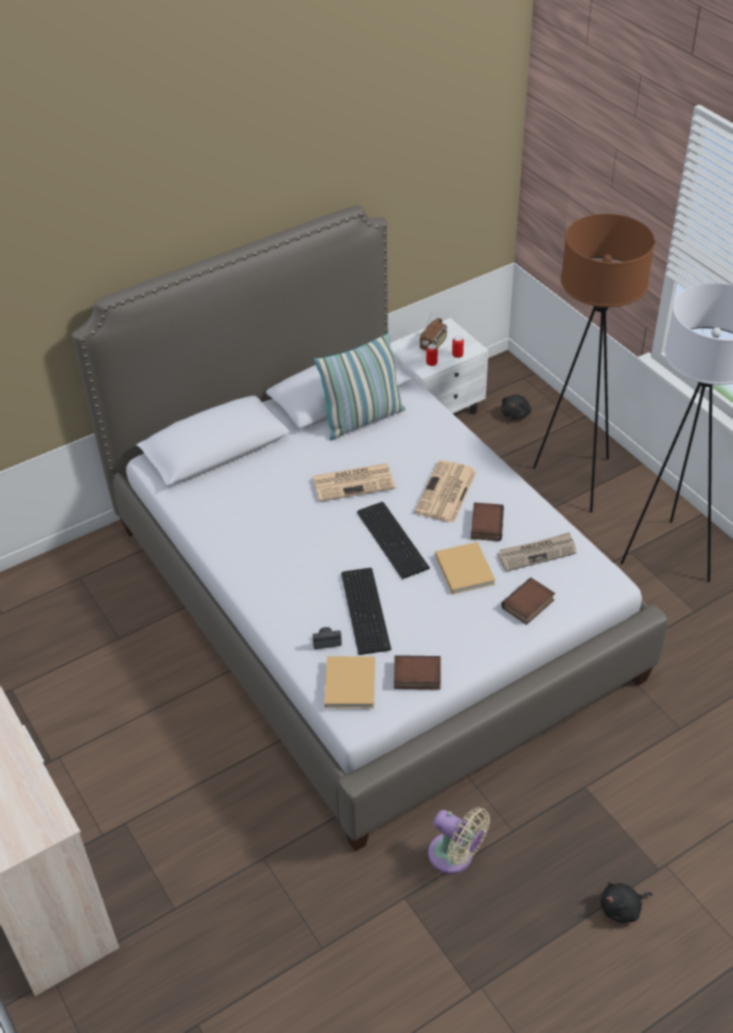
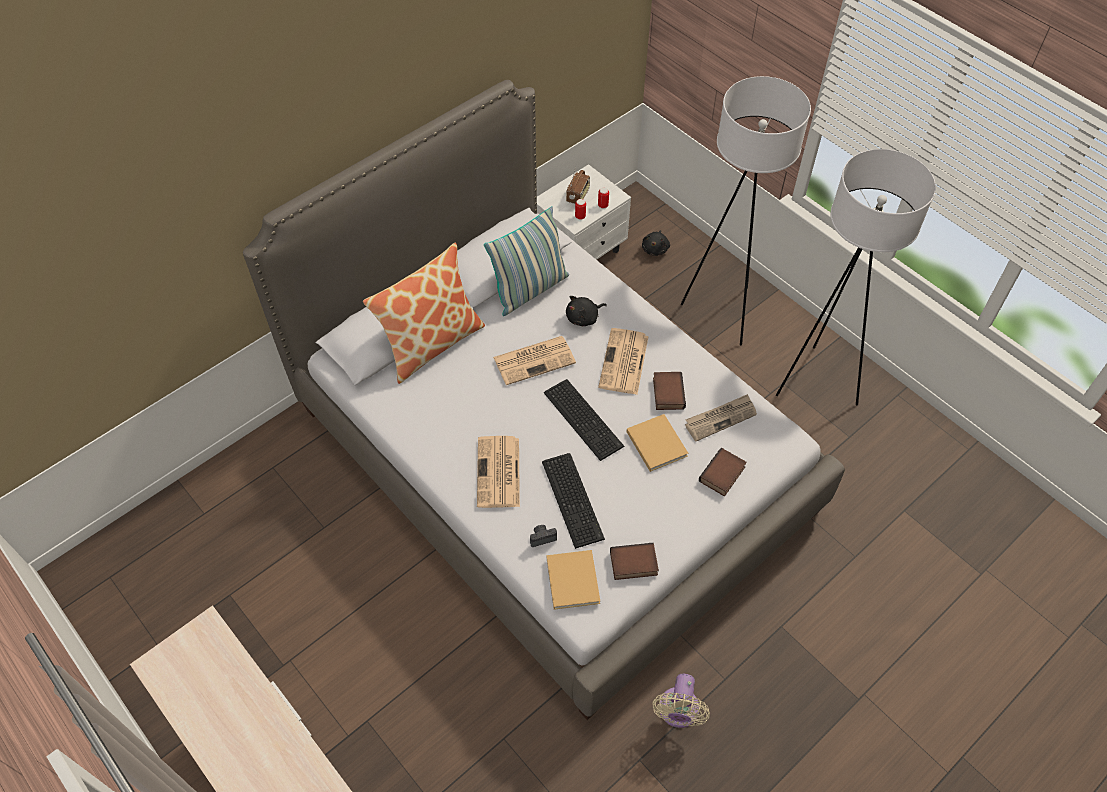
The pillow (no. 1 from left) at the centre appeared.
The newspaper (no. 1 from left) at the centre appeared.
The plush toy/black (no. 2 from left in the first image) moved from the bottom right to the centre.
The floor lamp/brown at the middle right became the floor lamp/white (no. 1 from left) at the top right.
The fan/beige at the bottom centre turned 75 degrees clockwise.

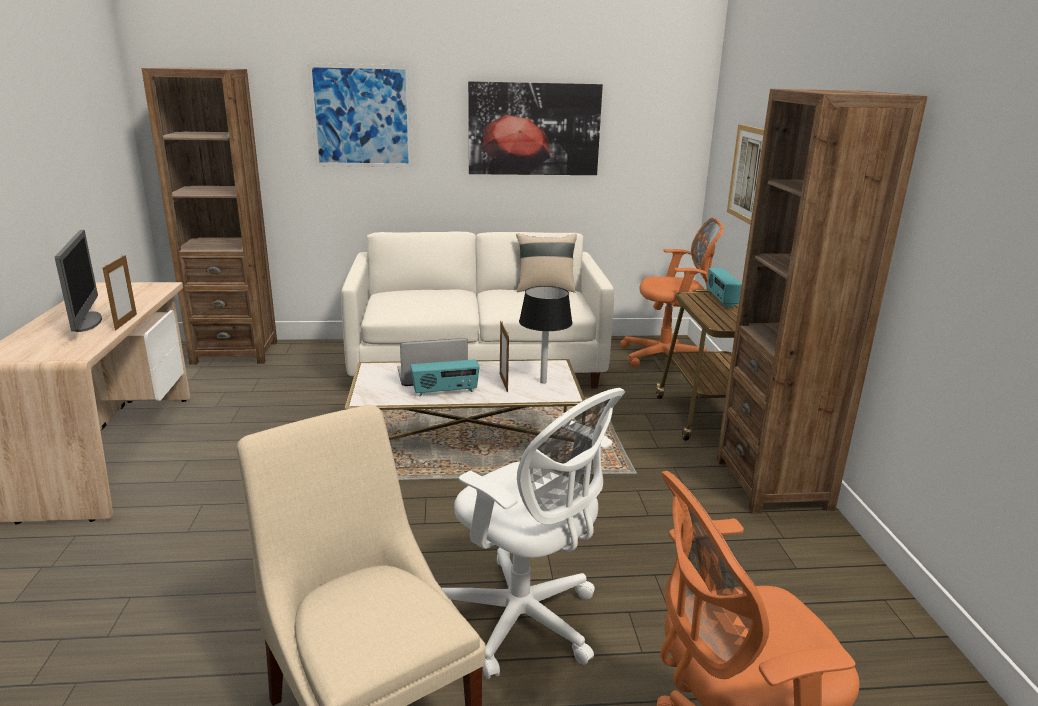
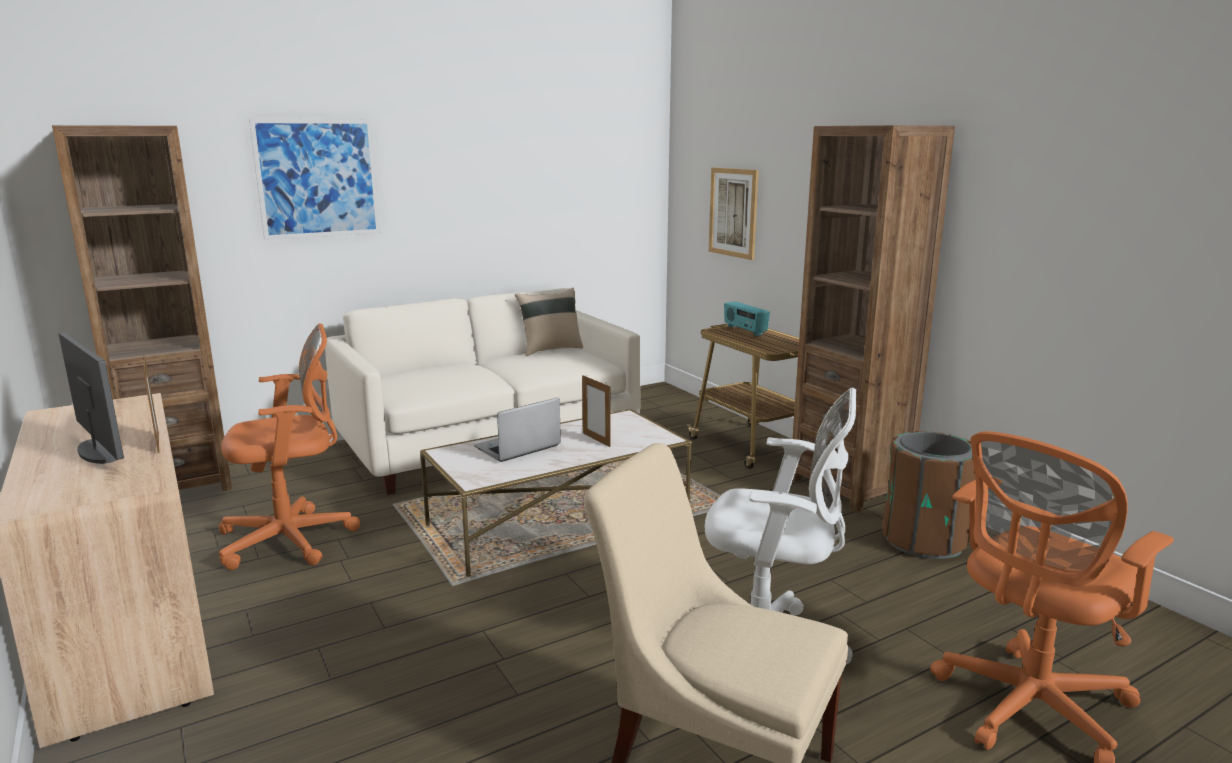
The radio (no. 1 from left) at the centre disappeared.
The picture (no. 2 from left) at the top centre disappeared.
The table lamp/black at the centre disappeared.
The trash can/brown at the middle right appeared.
The office chair/orange (no. 1 from left) moved from the centre to the middle left.

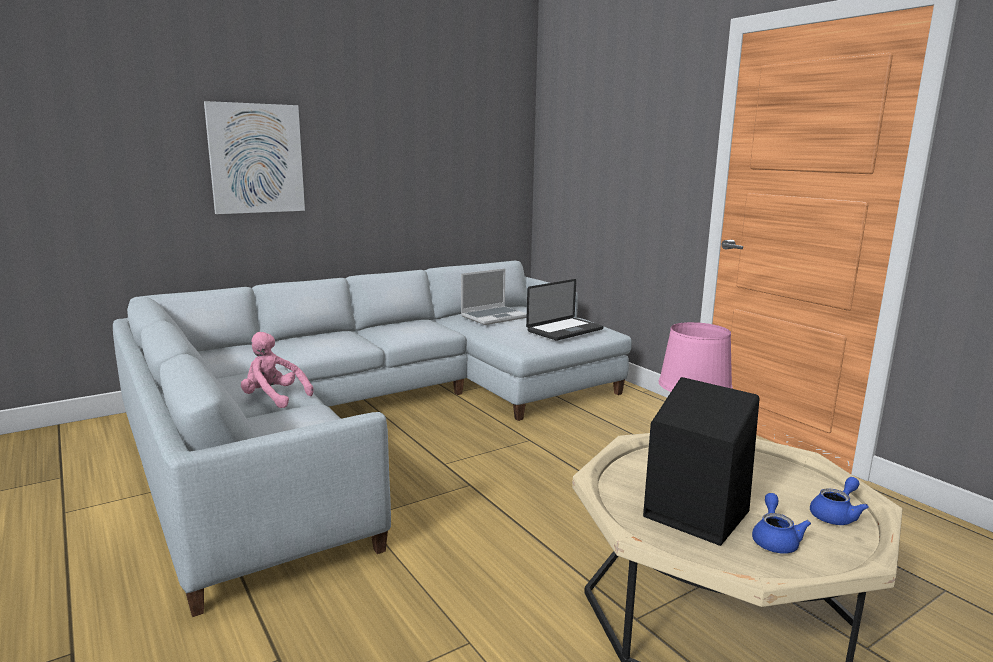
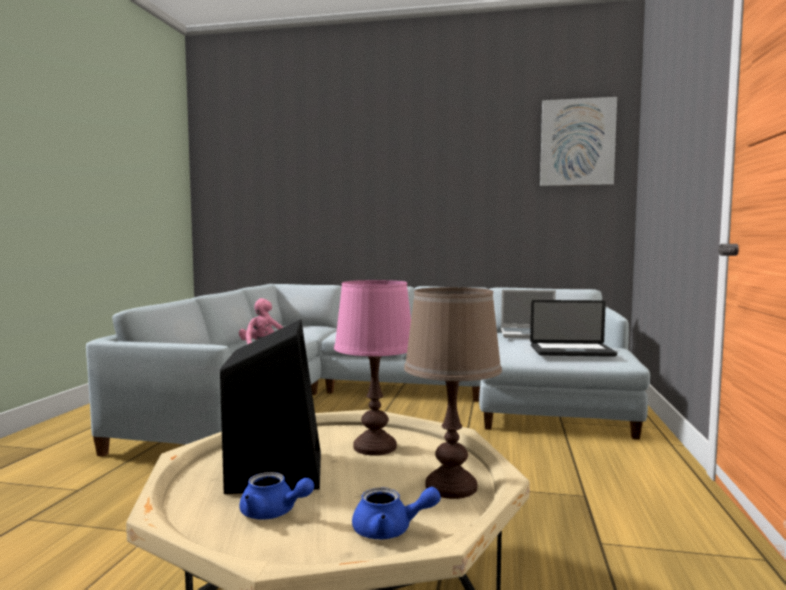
The table lamp/brown at the centre appeared.
The picture moved from the top left to the top right.
The teapot/blue (no. 1 from left) at the bottom right turned 60 degrees clockwise.

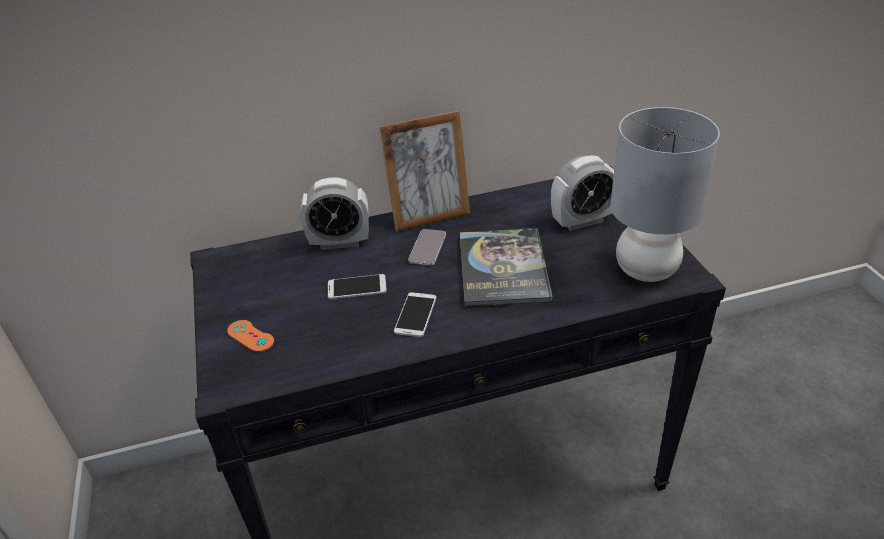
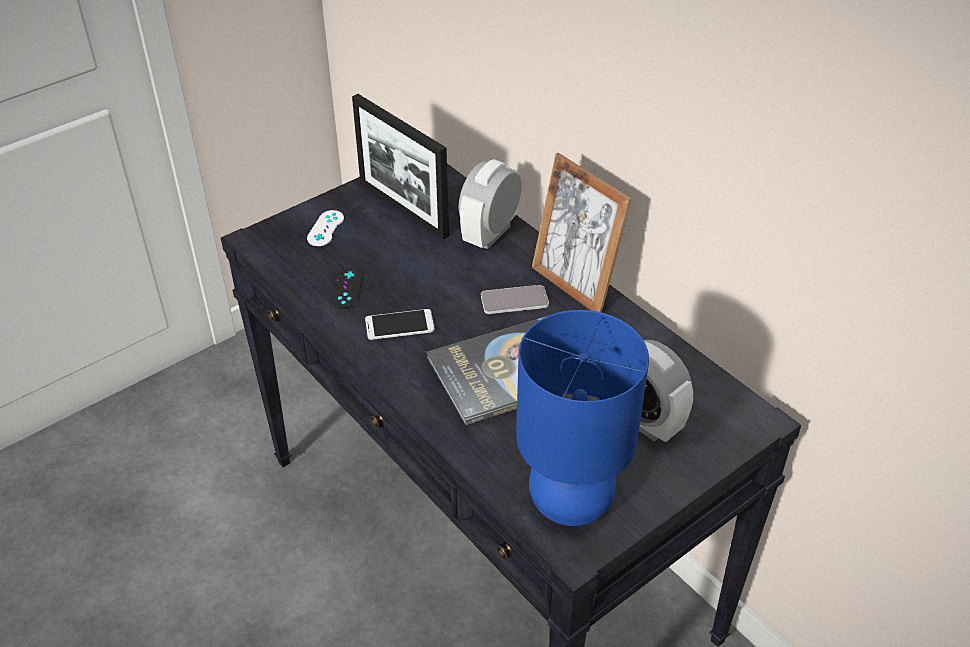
The phone (no. 1 from left) at the centre disappeared.
The game controller/black at the centre appeared.
The picture frame (no. 1 from left) at the top centre appeared.
The game controller/orange at the middle left became the game controller/white at the centre.
The table lamp/grey at the middle right became the table lamp/blue at the centre.
The alarm clock (no. 1 from left) at the centre turned 60 degrees clockwise.

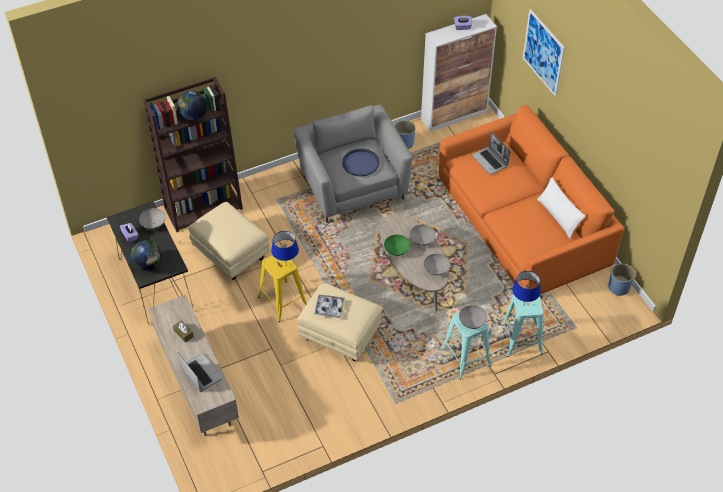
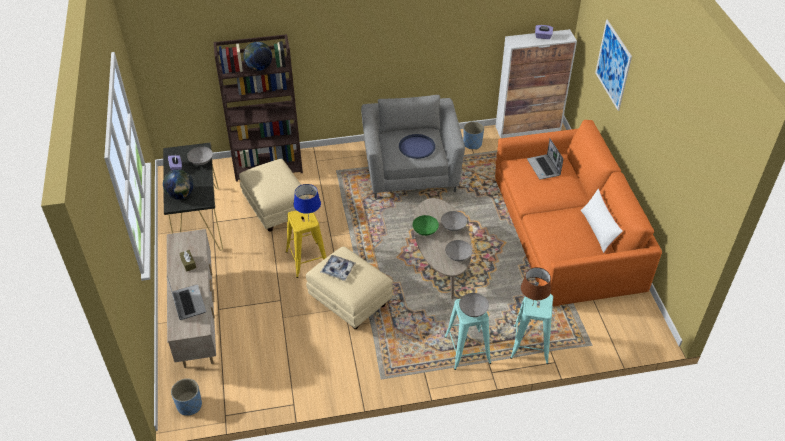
The planter/blue (no. 2 from left in the first image) moved from the middle right to the bottom left.
The table lamp/blue (no. 2 from left) at the middle right became the table lamp/brown at the middle right.

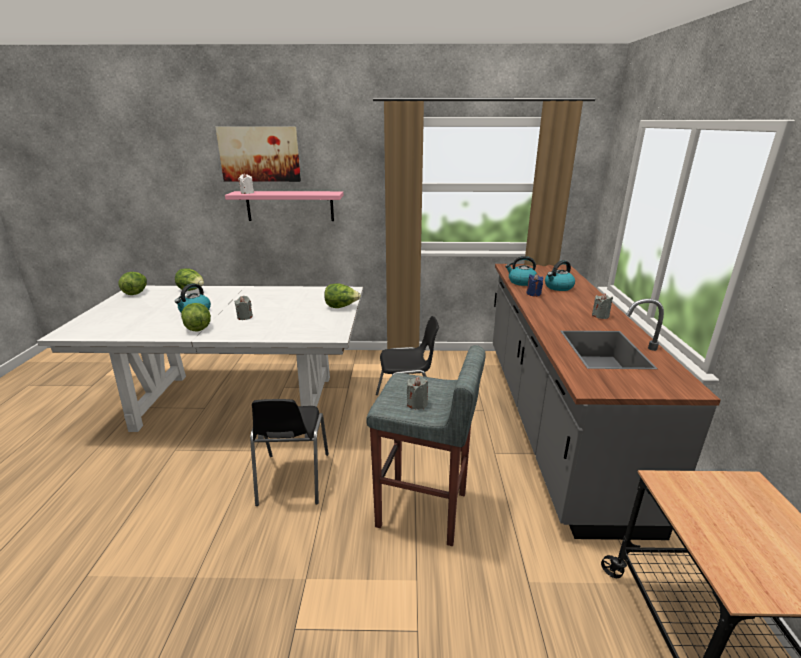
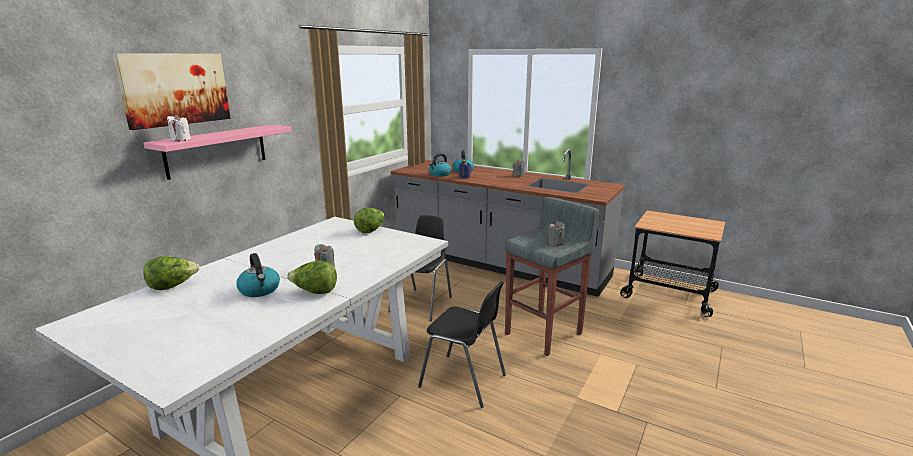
The lettuce (no. 1 from left) at the middle left disappeared.

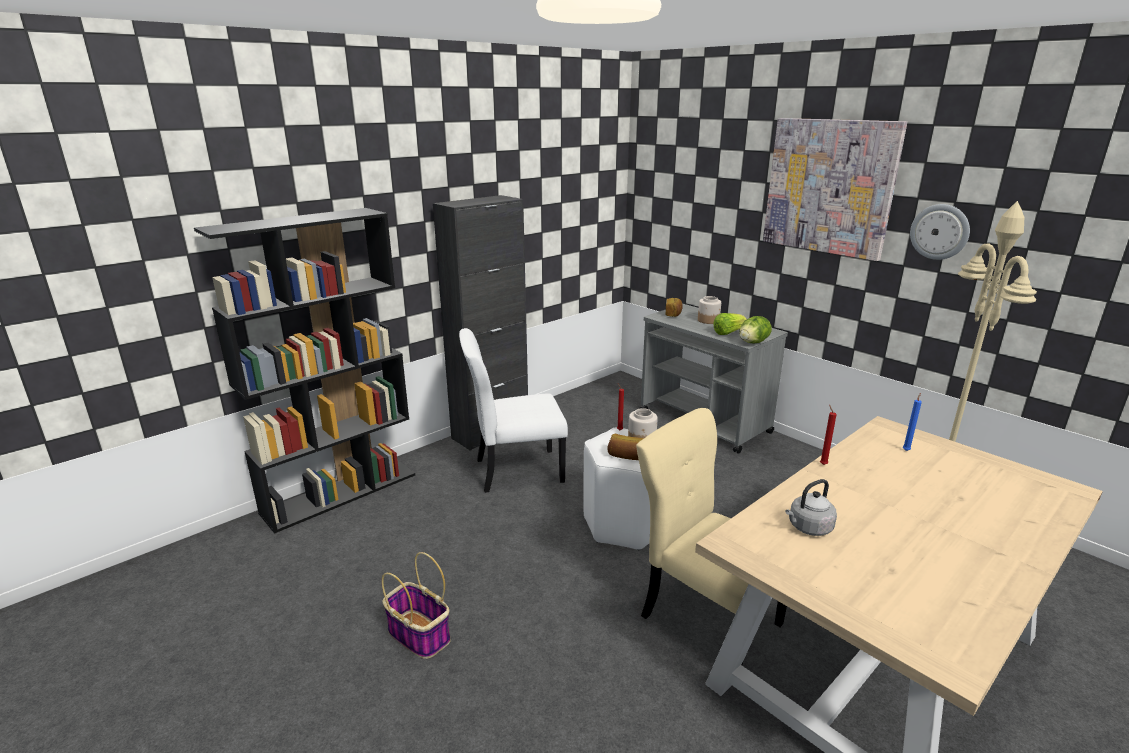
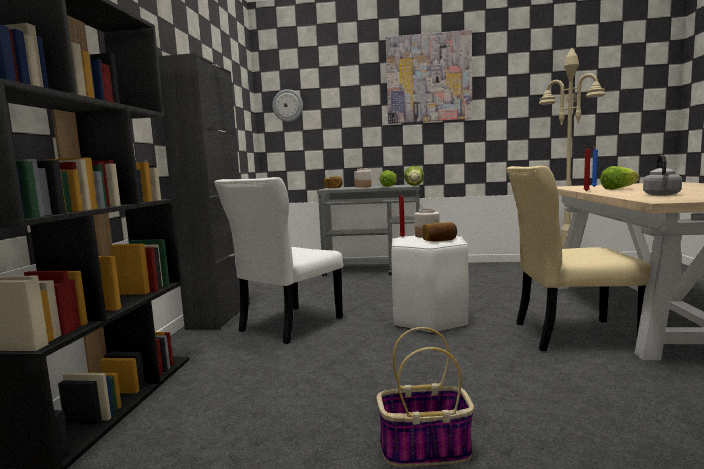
The lettuce (no. 3 from left) at the middle right appeared.
The wall clock moved from the top right to the top centre.

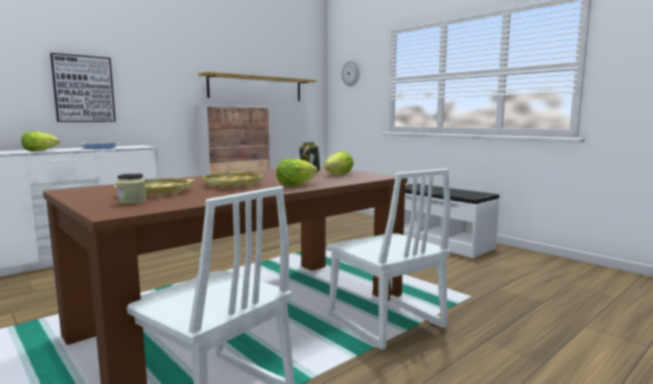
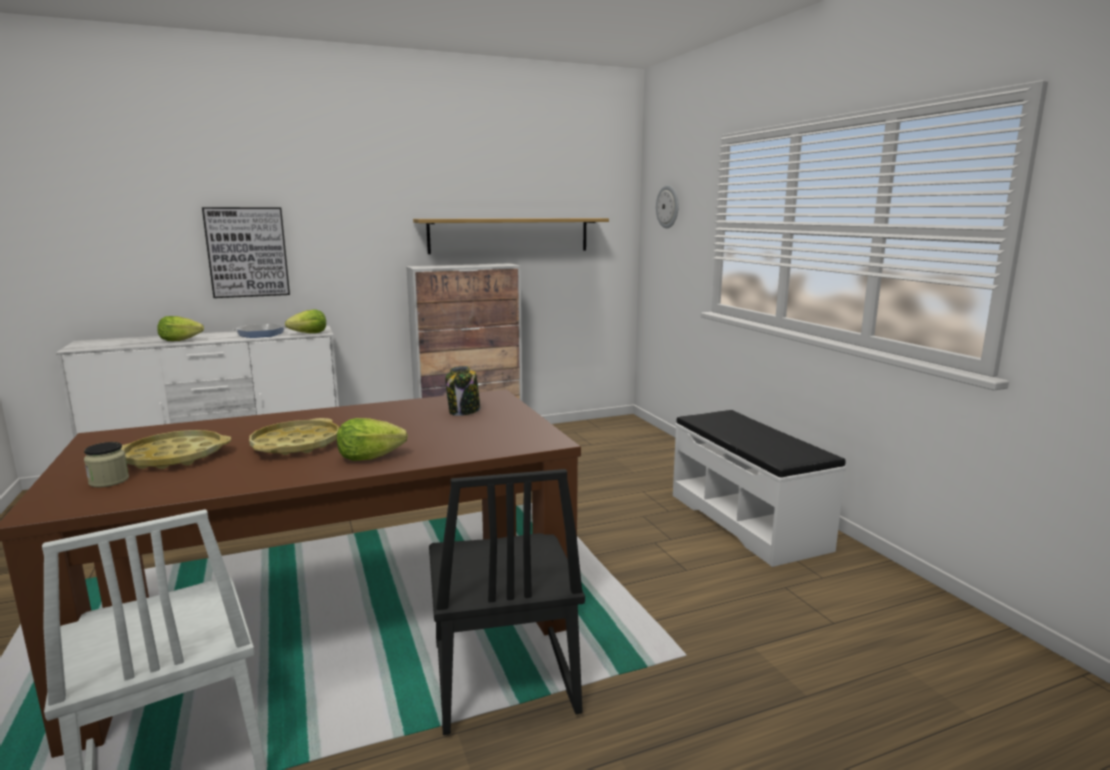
The lettuce (no. 3 from left in the first image) moved from the centre to the middle left.
The chair/white (no. 2 from left) at the bottom centre became the chair/black at the bottom centre.

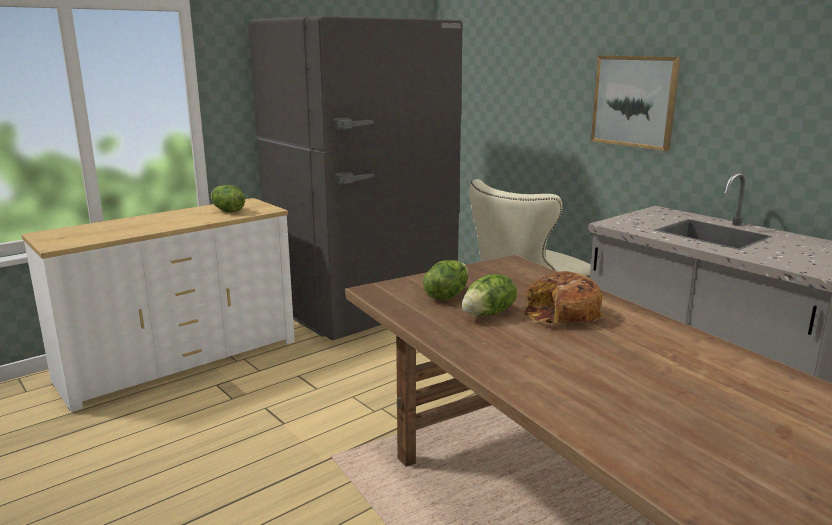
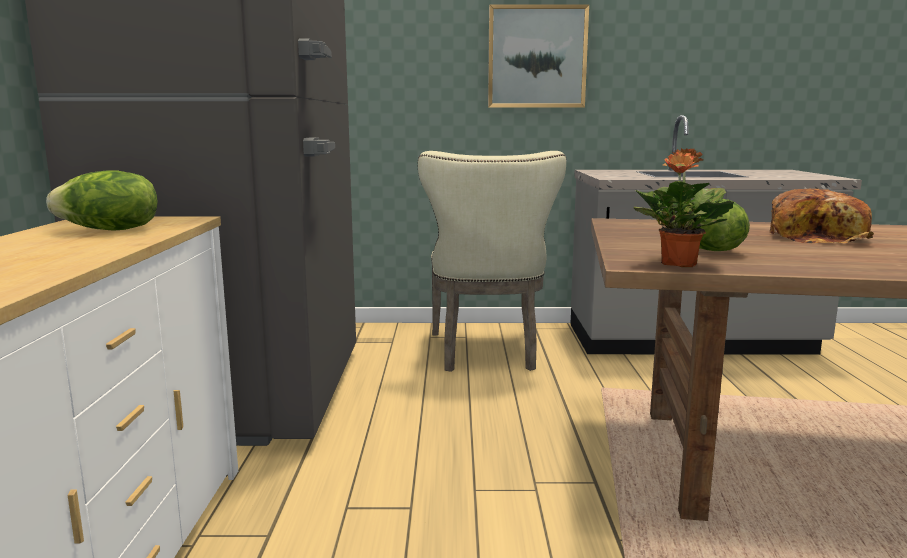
The lettuce (no. 3 from left) at the centre disappeared.
The potted plant at the middle right appeared.

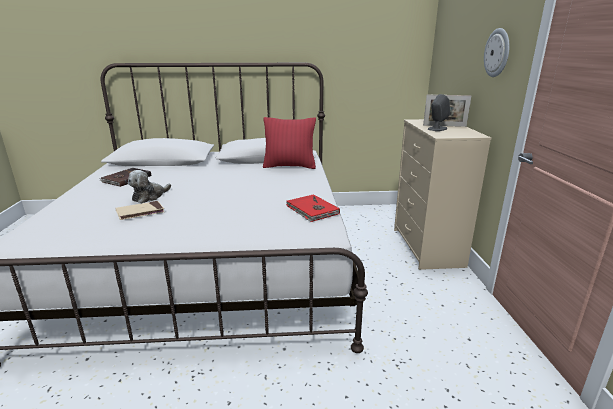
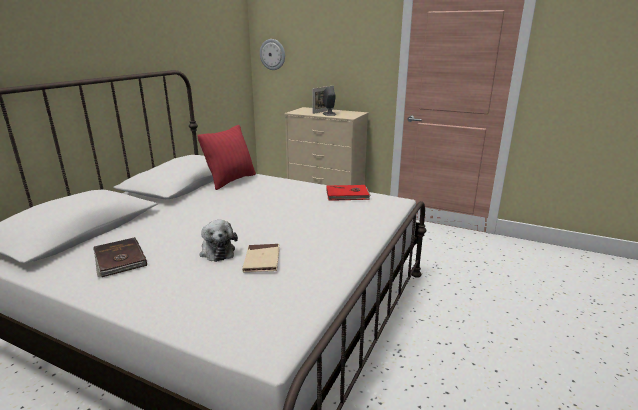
The wall clock moved from the top right to the top centre.

